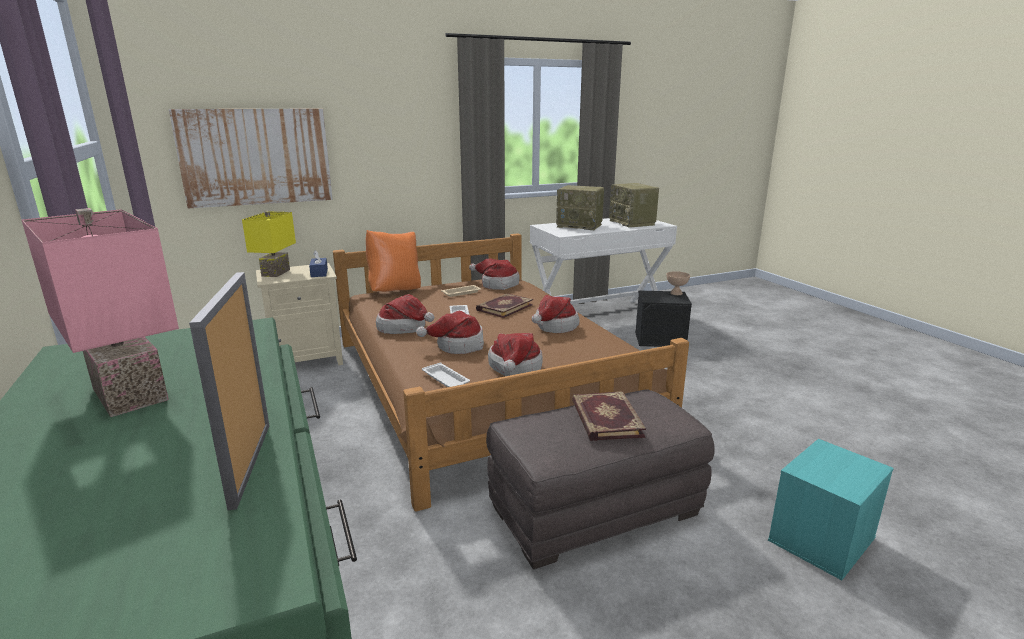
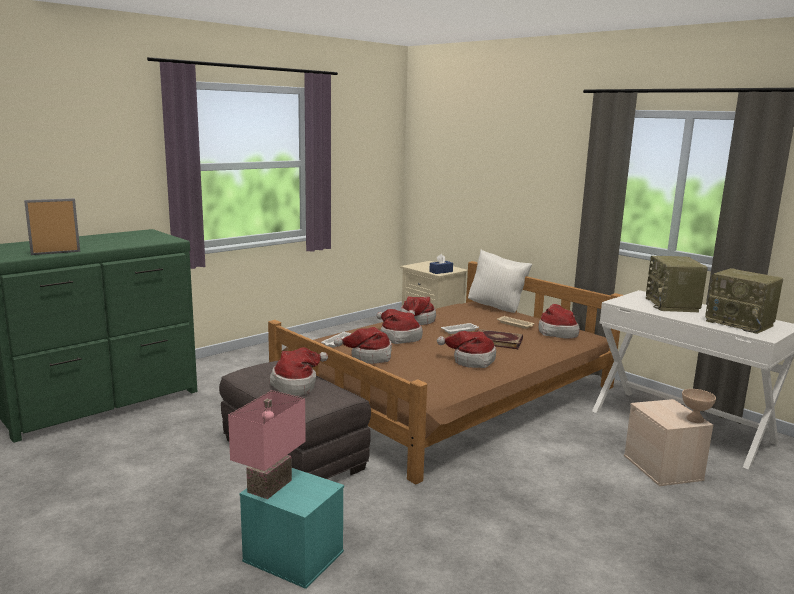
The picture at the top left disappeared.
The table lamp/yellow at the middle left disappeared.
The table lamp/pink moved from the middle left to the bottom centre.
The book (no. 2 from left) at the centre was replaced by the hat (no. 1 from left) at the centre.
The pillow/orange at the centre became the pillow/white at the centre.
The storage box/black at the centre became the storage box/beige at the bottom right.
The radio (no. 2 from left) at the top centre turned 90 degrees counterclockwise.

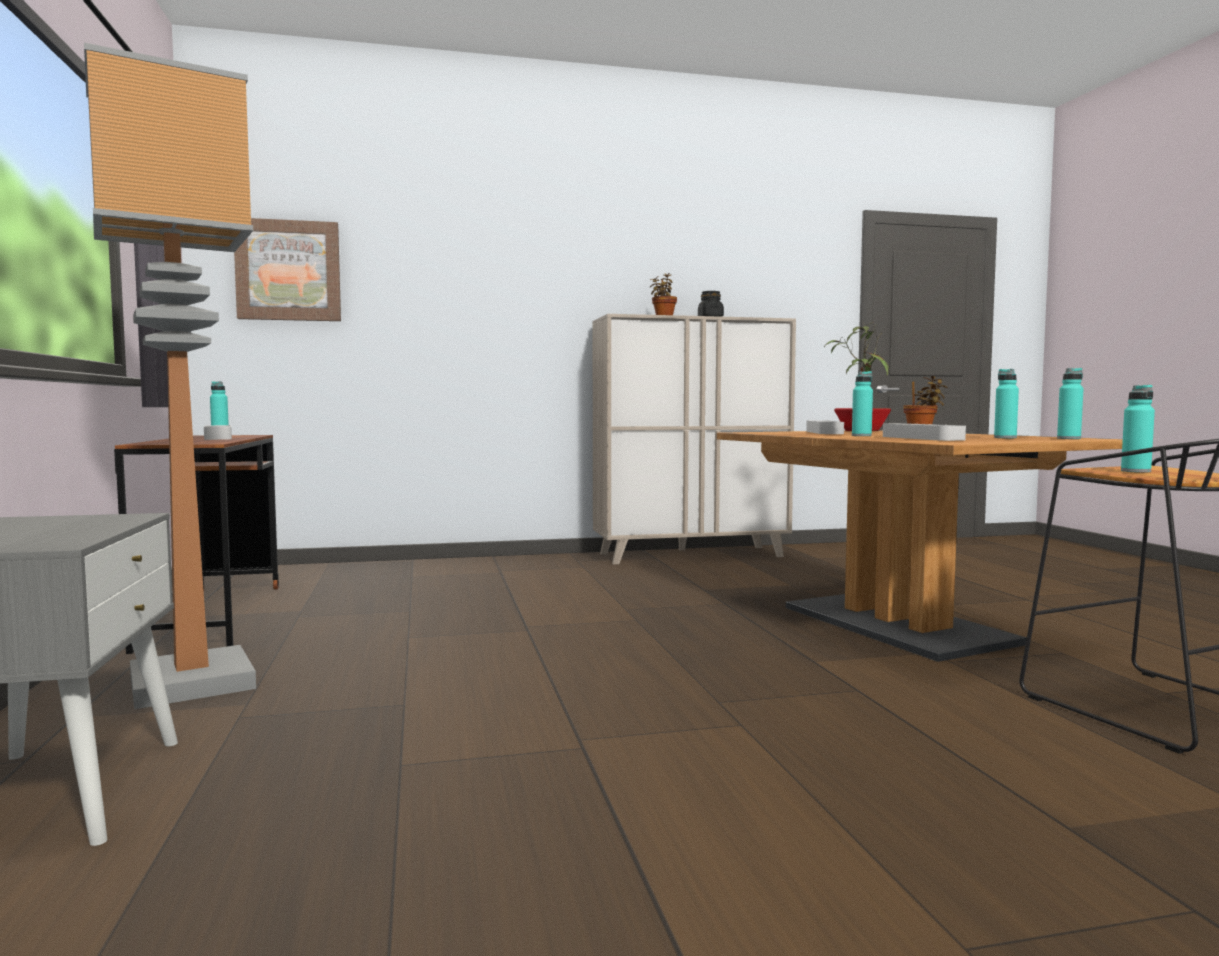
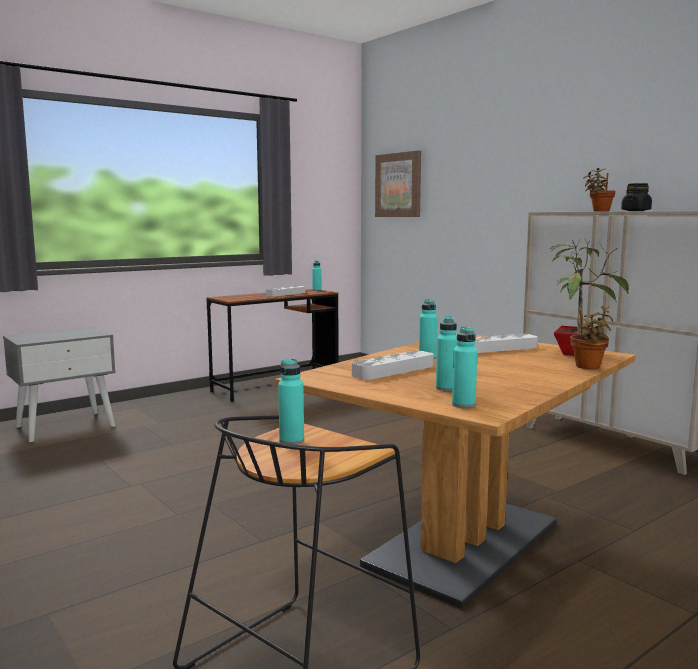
The floor lamp at the middle left disappeared.

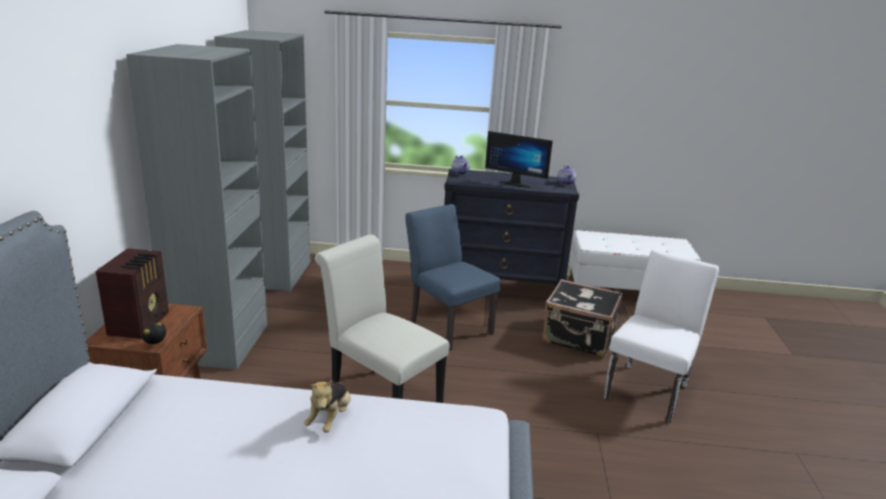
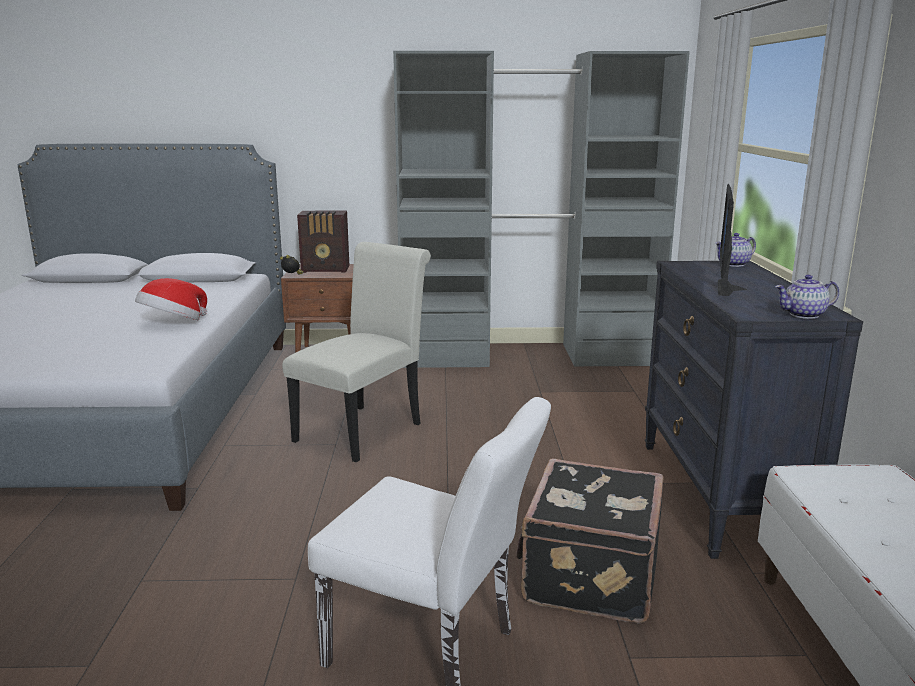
The chair/blue at the centre disappeared.
The plush toy at the bottom centre was replaced by the hat at the middle left.

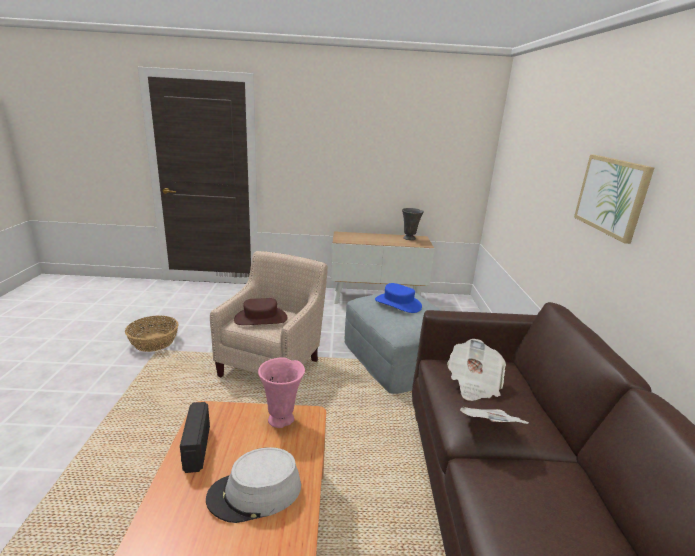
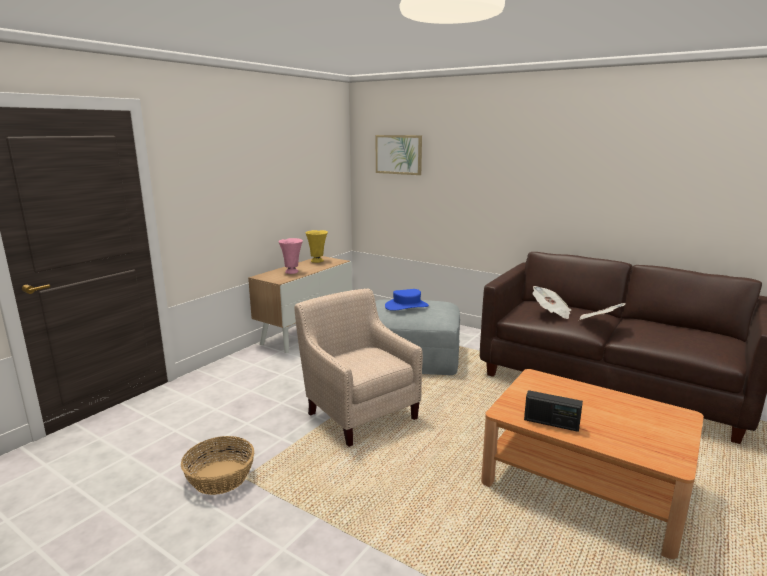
The hat/grey at the bottom centre disappeared.
The hat/brown at the centre disappeared.
The vase/pink moved from the bottom centre to the centre.
The picture moved from the middle right to the top centre.
The vase/grey at the centre became the vase/yellow at the centre.

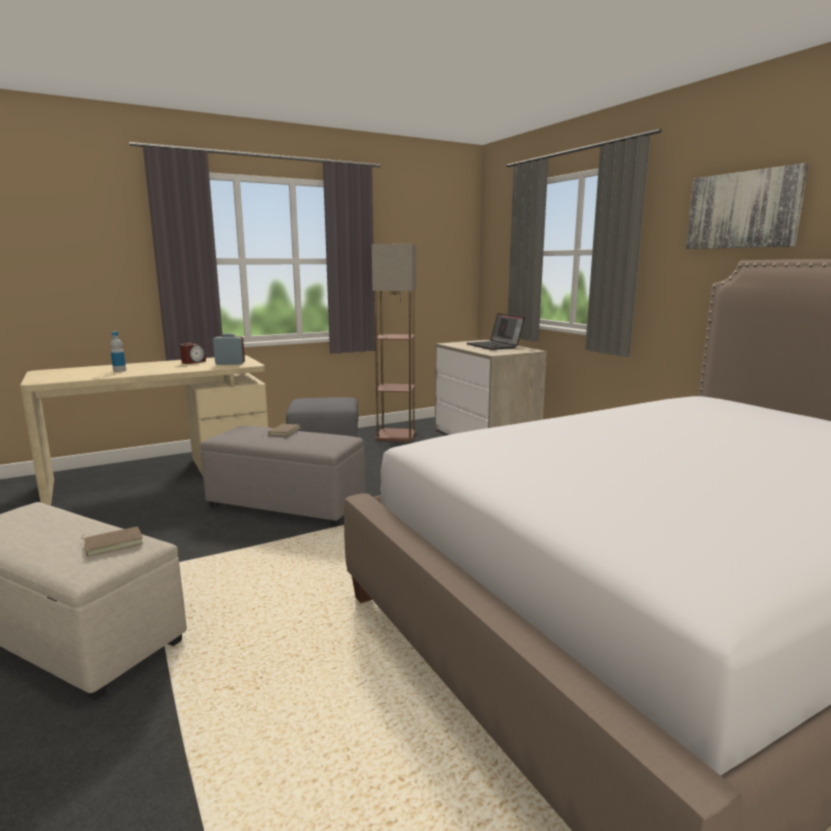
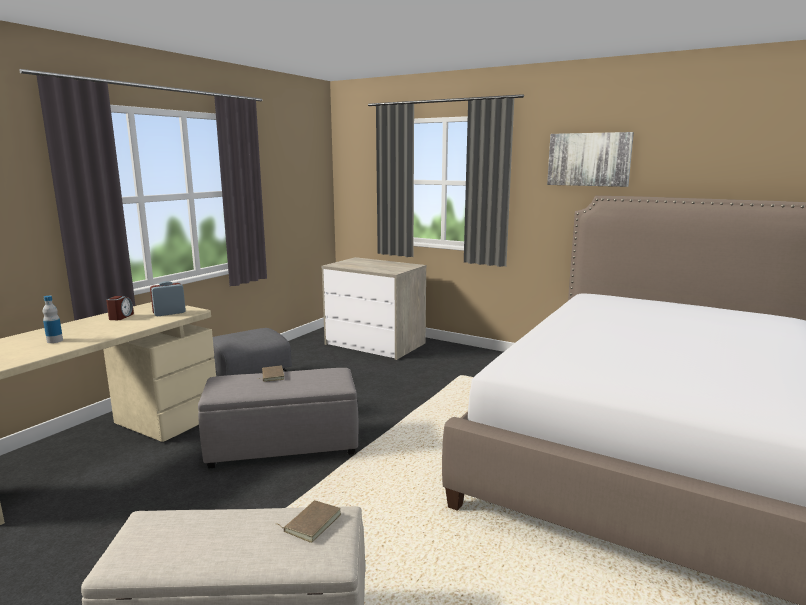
The floor lamp at the centre disappeared.
The laptop at the centre disappeared.

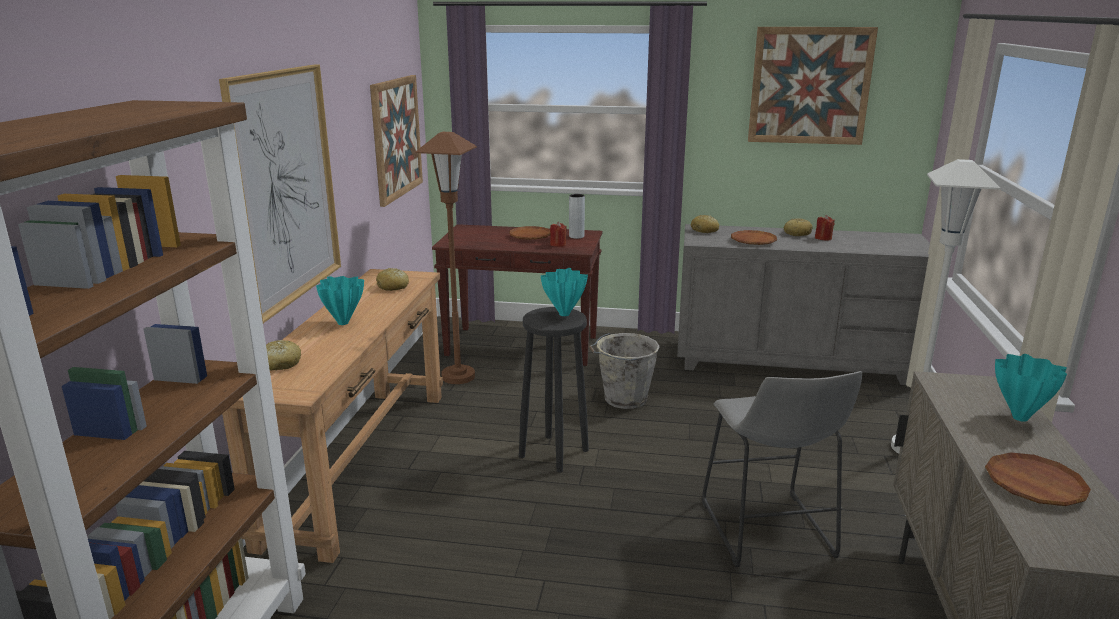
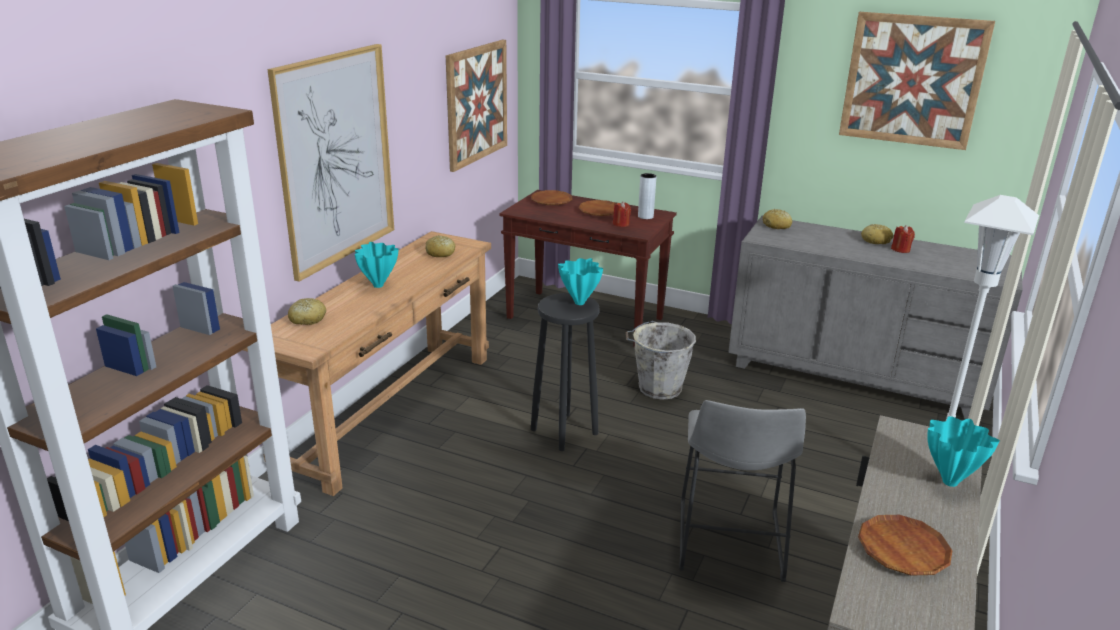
The floor lamp/brown at the centre disappeared.
The plate/brown (no. 2 from left in the first image) moved from the middle right to the top centre.

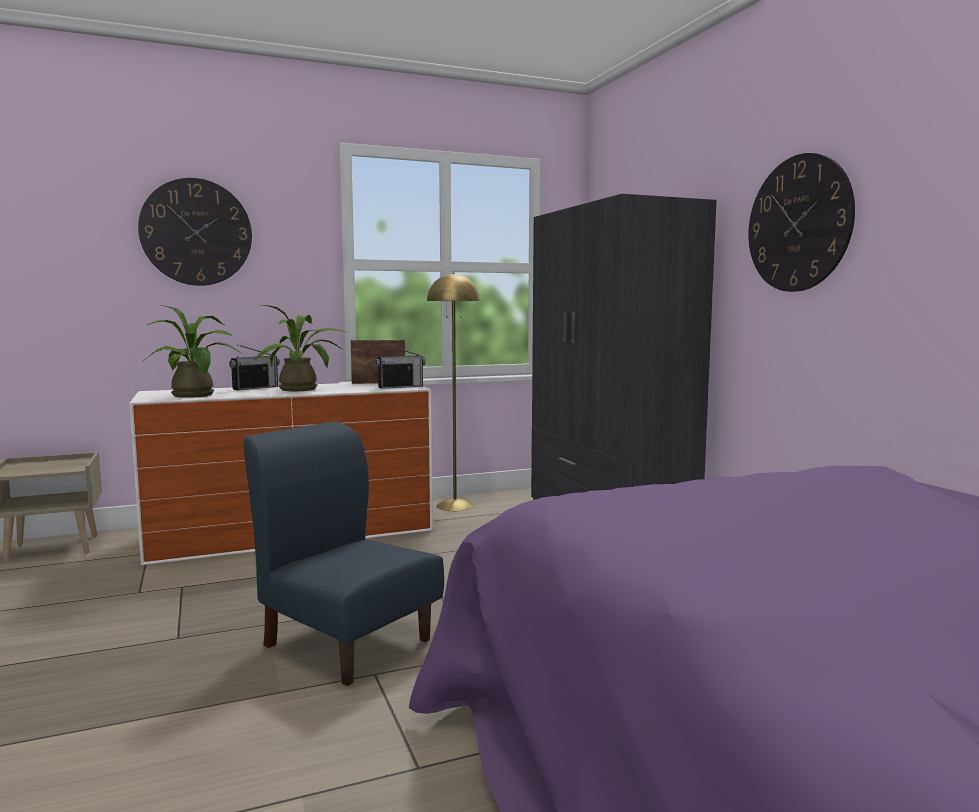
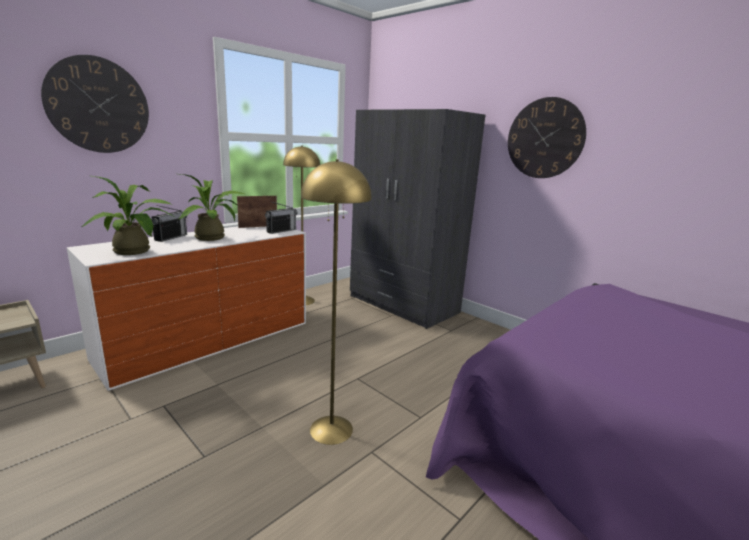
The chair/blue at the bottom centre was replaced by the floor lamp/yellow (no. 2 from left) at the centre.

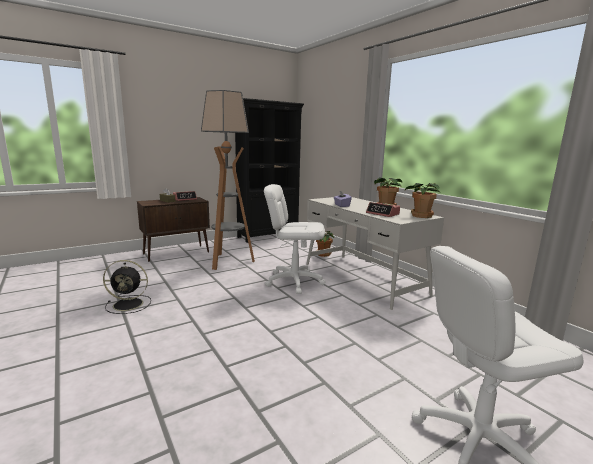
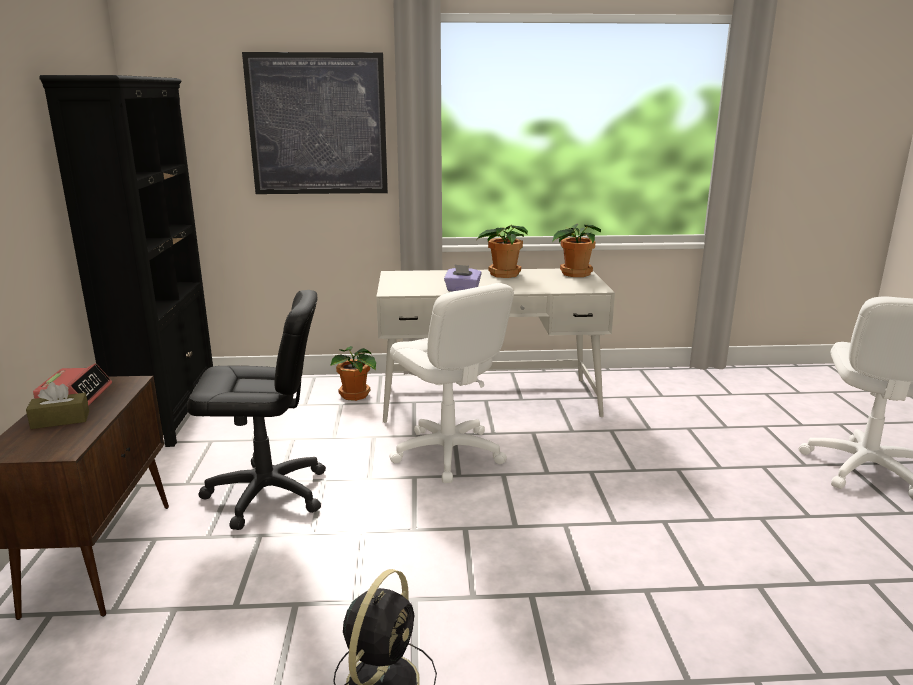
The alarm clock (no. 2 from left) at the centre disappeared.
The picture at the top centre appeared.
The floor lamp at the centre was replaced by the office chair/black at the middle left.
The office chair/white (no. 1 from left) at the centre turned 75 degrees counterclockwise.

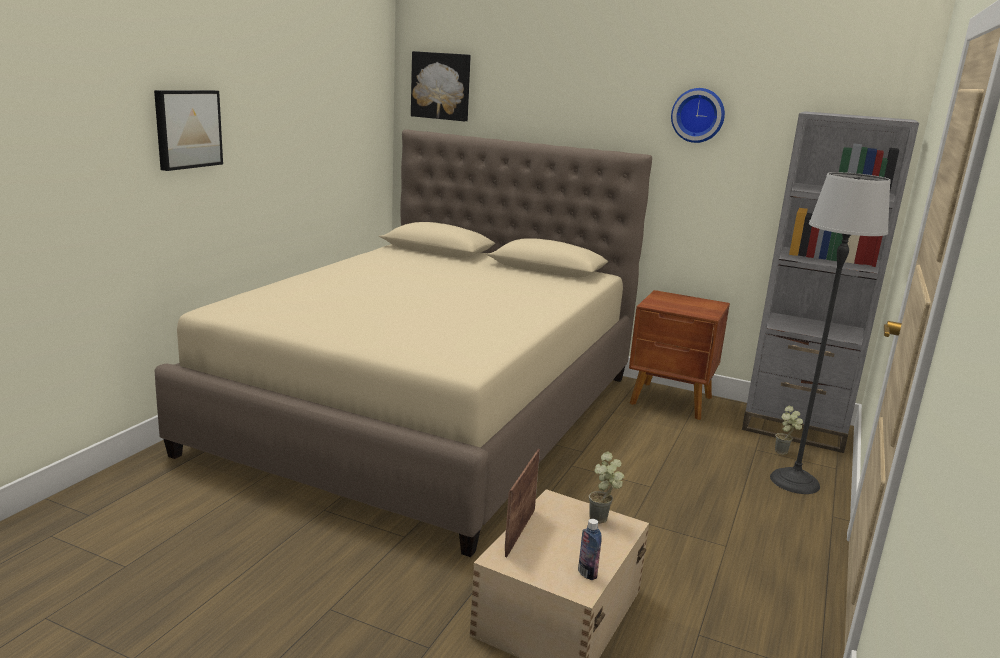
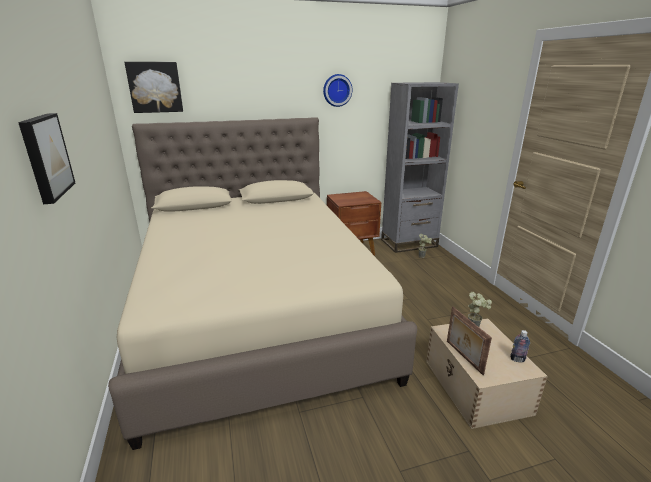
The floor lamp at the middle right disappeared.

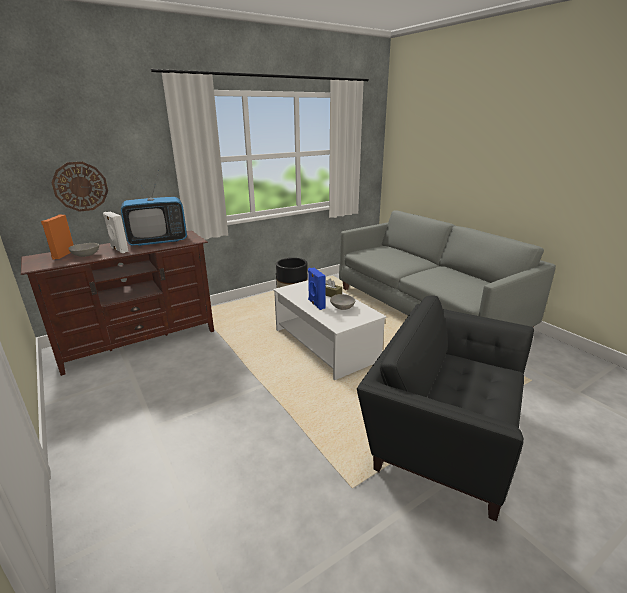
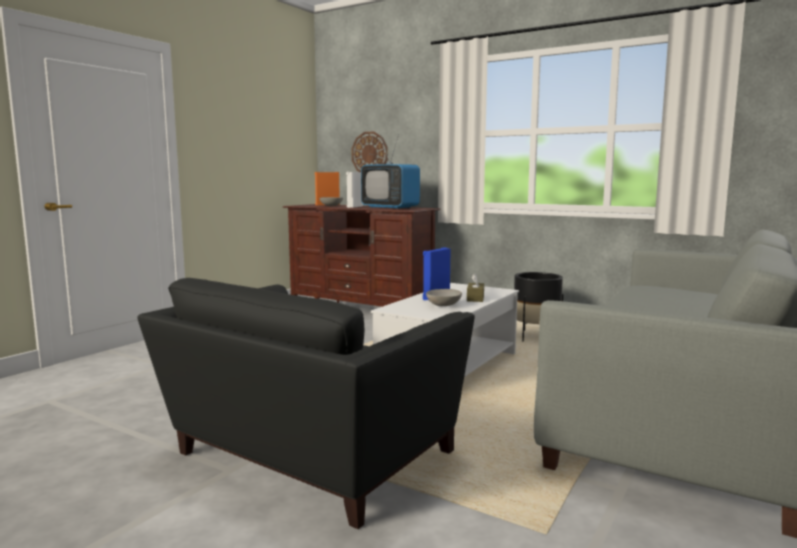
The armchair/black at the bottom right turned 150 degrees counterclockwise.

